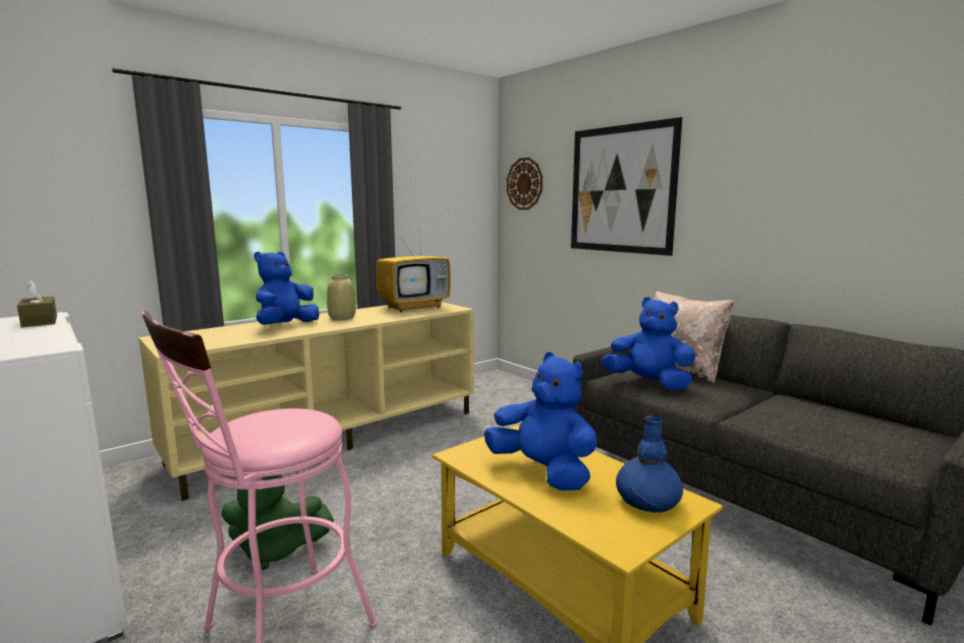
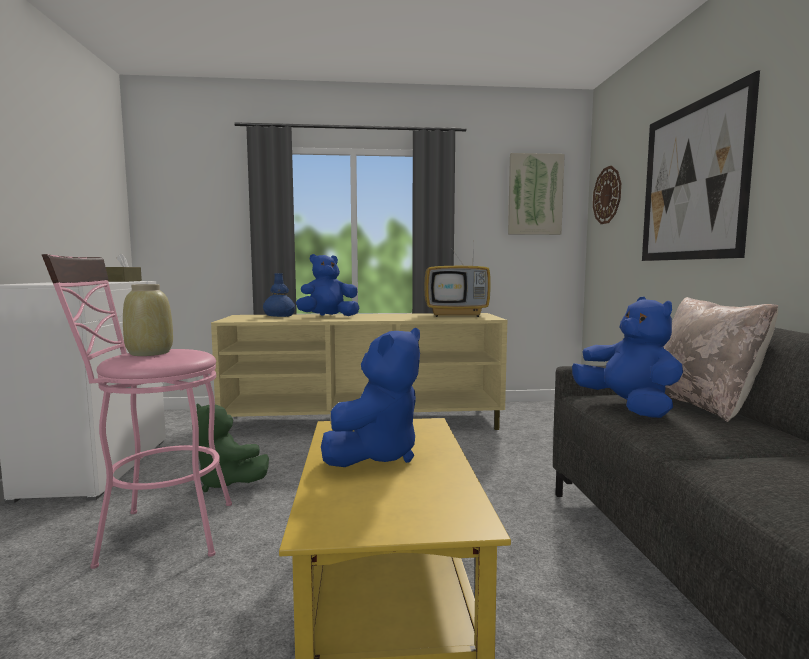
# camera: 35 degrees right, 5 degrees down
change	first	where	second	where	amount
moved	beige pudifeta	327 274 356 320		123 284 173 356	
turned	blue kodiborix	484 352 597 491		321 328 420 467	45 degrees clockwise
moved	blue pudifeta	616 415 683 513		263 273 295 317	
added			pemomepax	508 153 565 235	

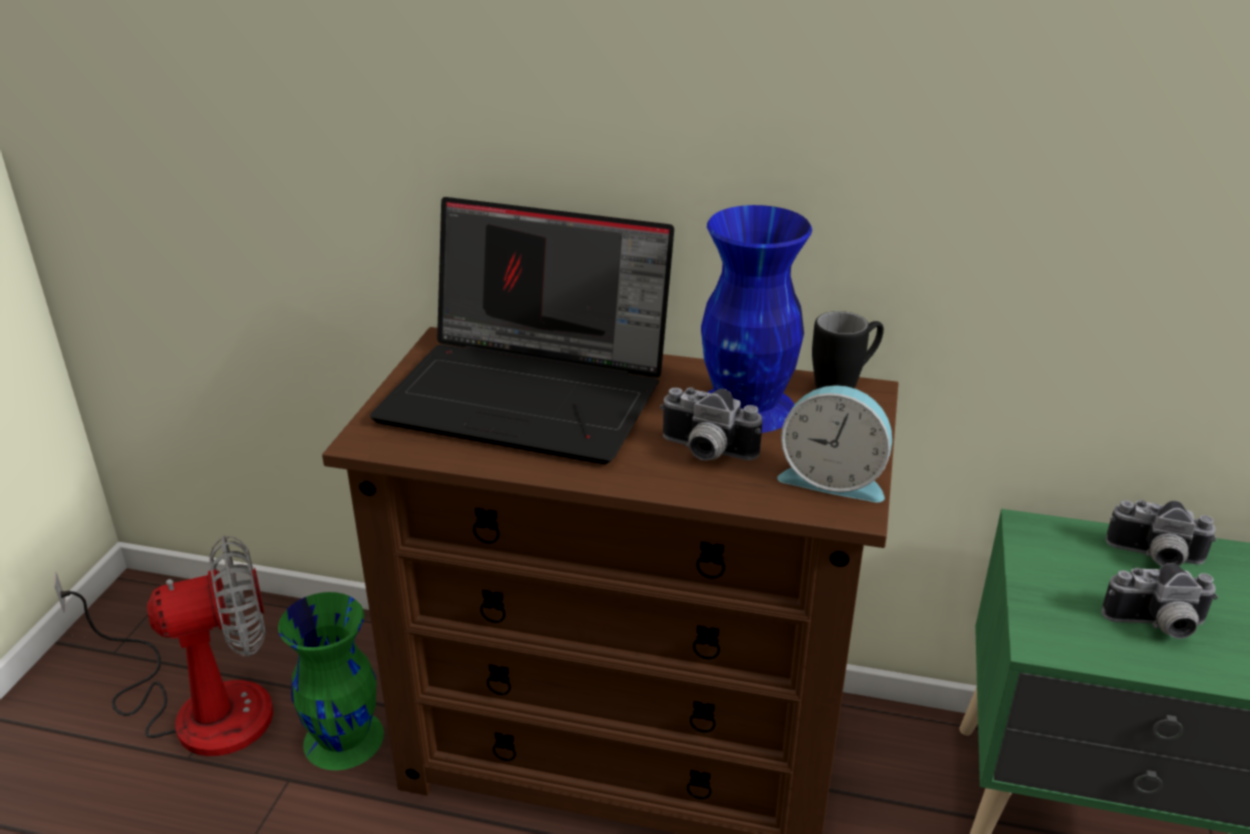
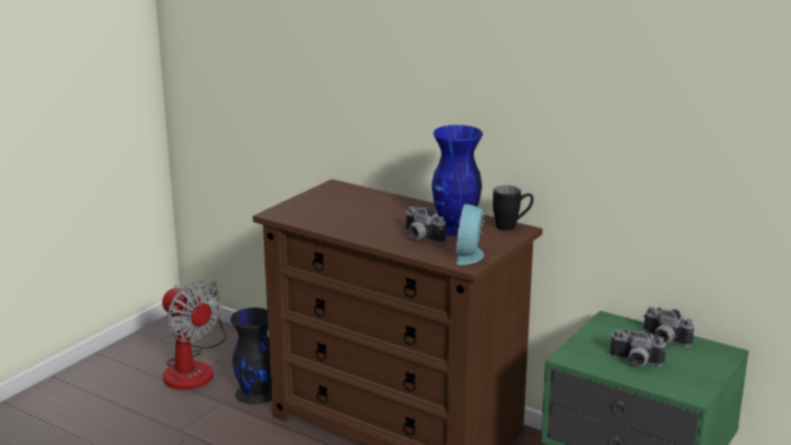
# camera: 20 degrees right, 10 degrees down
change	first	where	second	where	amount
removed	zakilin	370 197 674 464			
turned	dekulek	777 385 892 503		456 204 487 265	60 degrees clockwise
turned	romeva	54 536 273 756		162 281 227 390	45 degrees clockwise
recoloured	green pudifeta	278 592 384 770	black pudifeta	230 308 272 405	

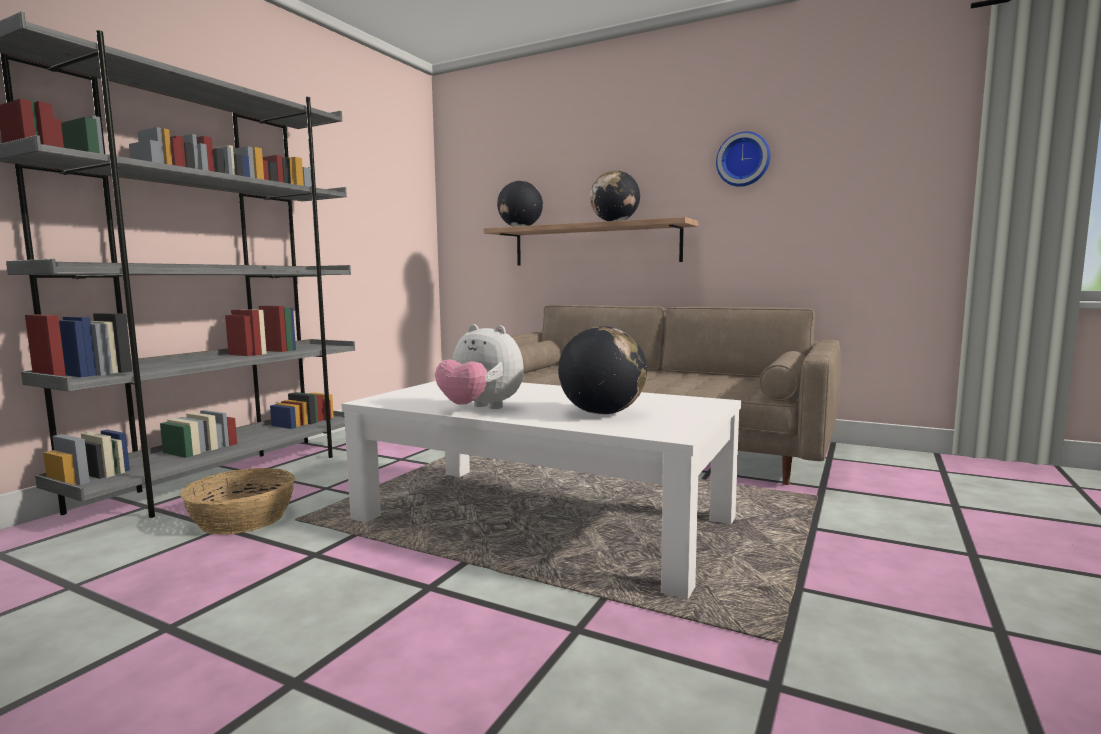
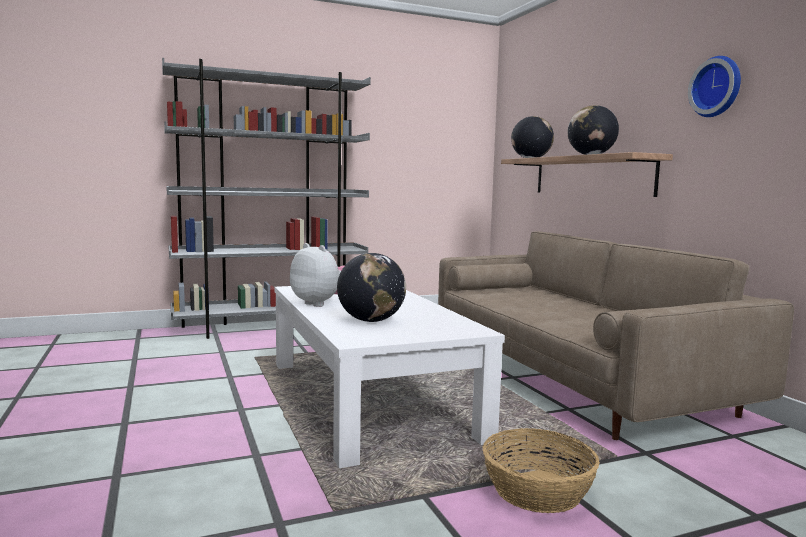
# camera: 40 degrees right, 0 degrees up
change	first	where	second	where	amount
turned	kodiborix	435 324 523 409		290 243 344 307	150 degrees clockwise
moved	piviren	180 468 295 535		482 428 600 513	

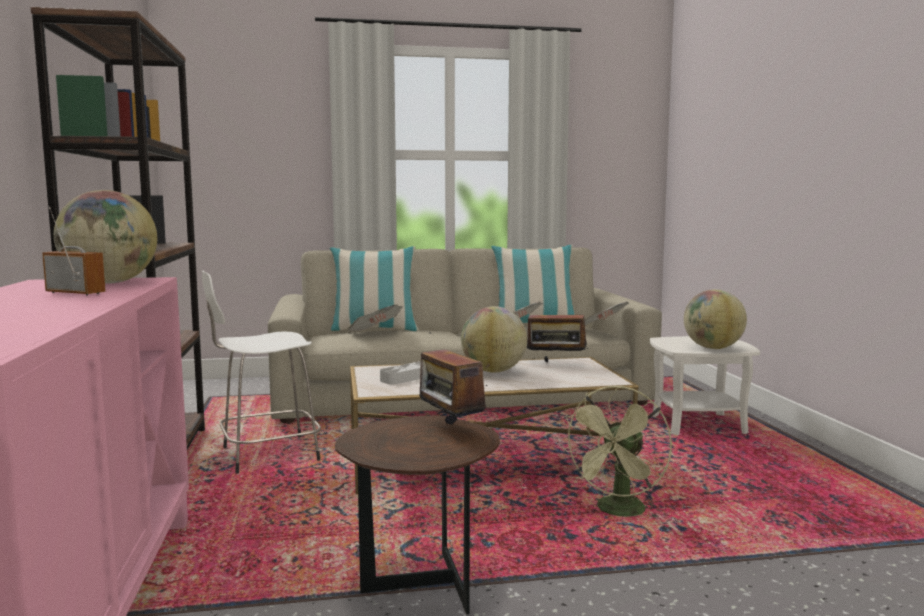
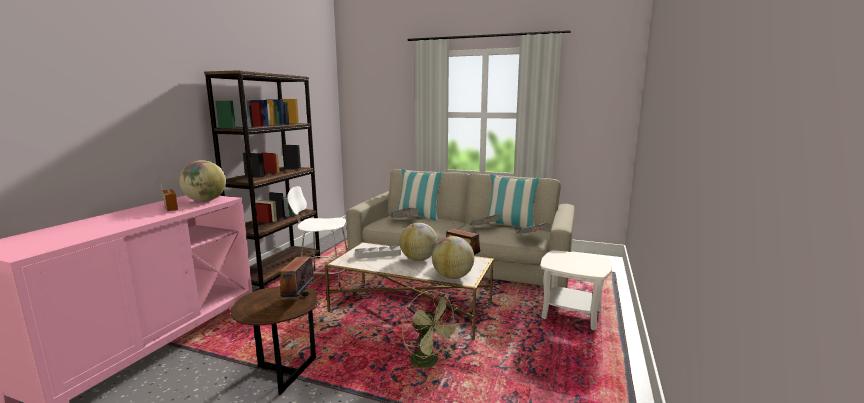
# camera: 30 degrees right, 5 degrees up
change	first	where	second	where	amount
moved	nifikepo	684 289 747 349		432 236 474 279	
turned	green romeva	562 386 672 519		402 290 461 369	105 degrees counterclockwise

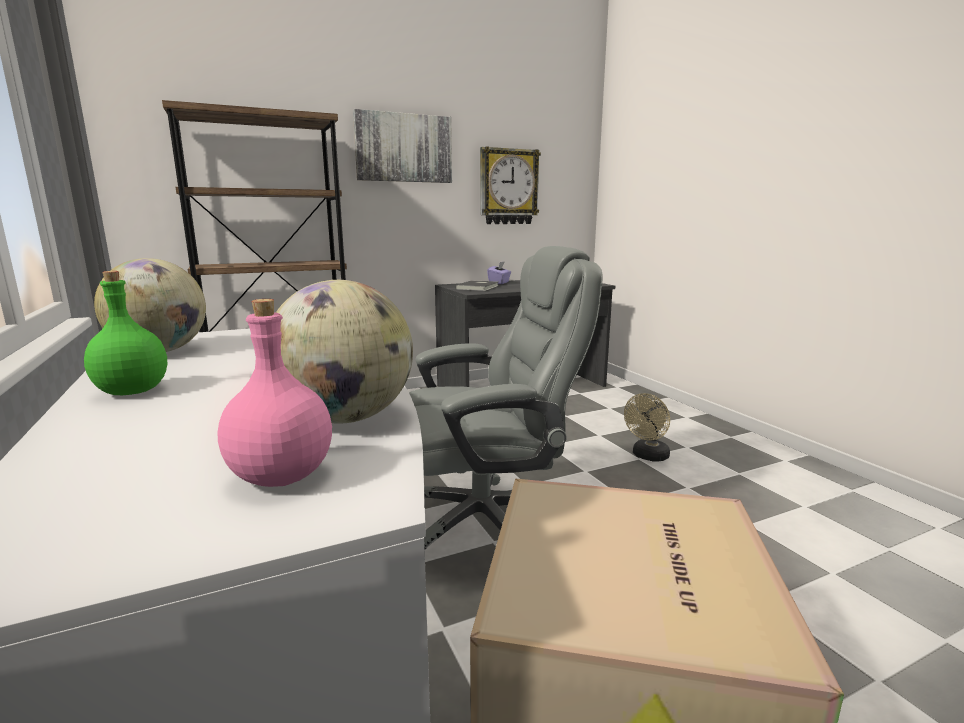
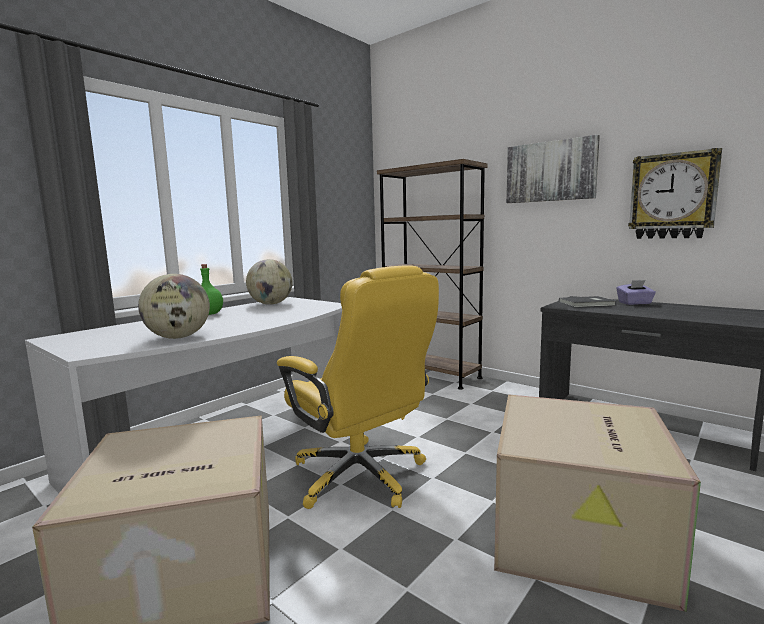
# camera: 65 degrees right, 5 degrees down
change	first	where	second	where	amount
recoloured	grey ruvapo	409 246 603 549	yellow ruvapo	277 265 439 509	
removed	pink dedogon	218 299 332 487			
replaced	beige romeva	624 393 670 461	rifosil	494 394 701 612	

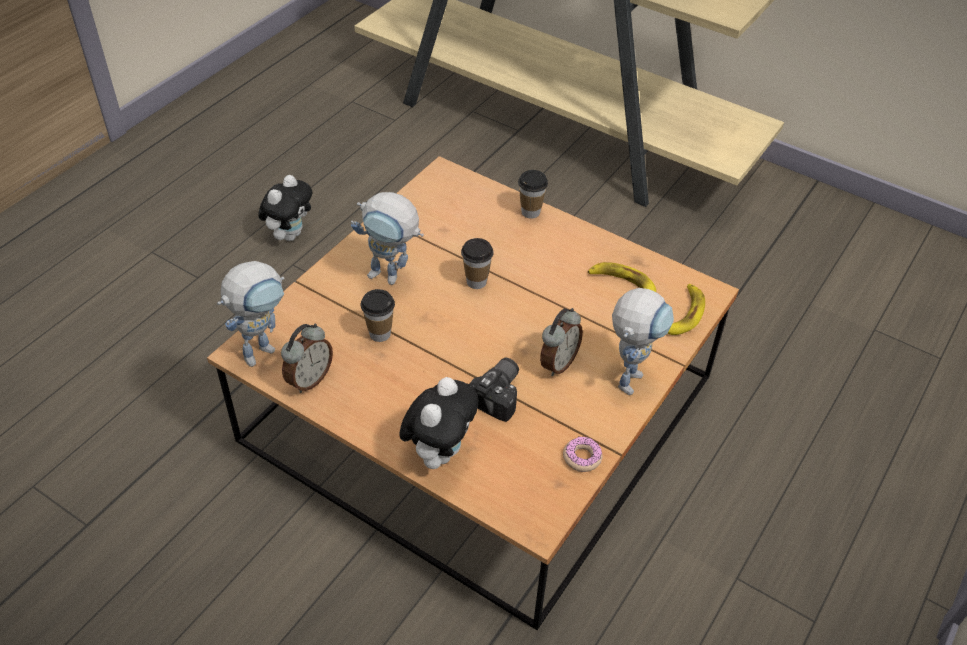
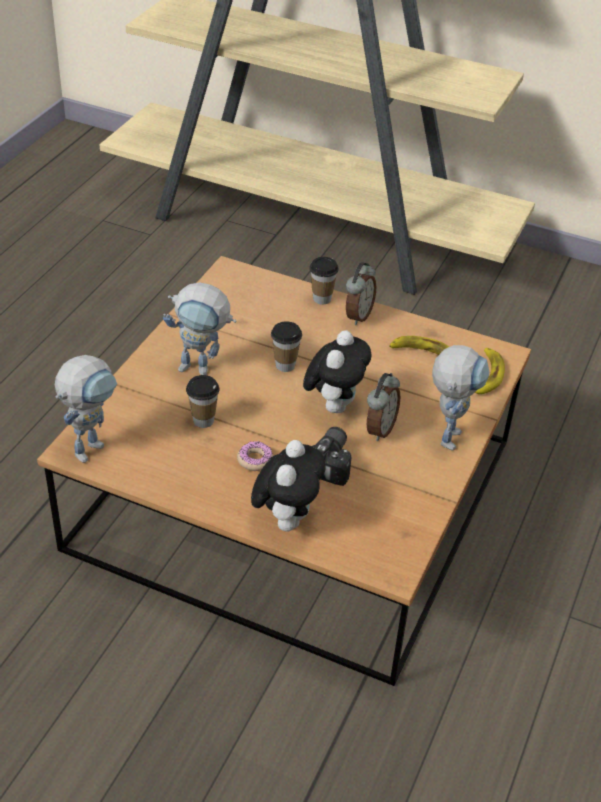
# camera: 10 degrees left, 5 degrees down
change	first	where	second	where	amount
moved	kodiborix	258 175 312 241		303 330 371 413	
moved	dekulek	281 324 333 393		346 262 376 325	
moved	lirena	563 437 602 472		237 441 273 471	

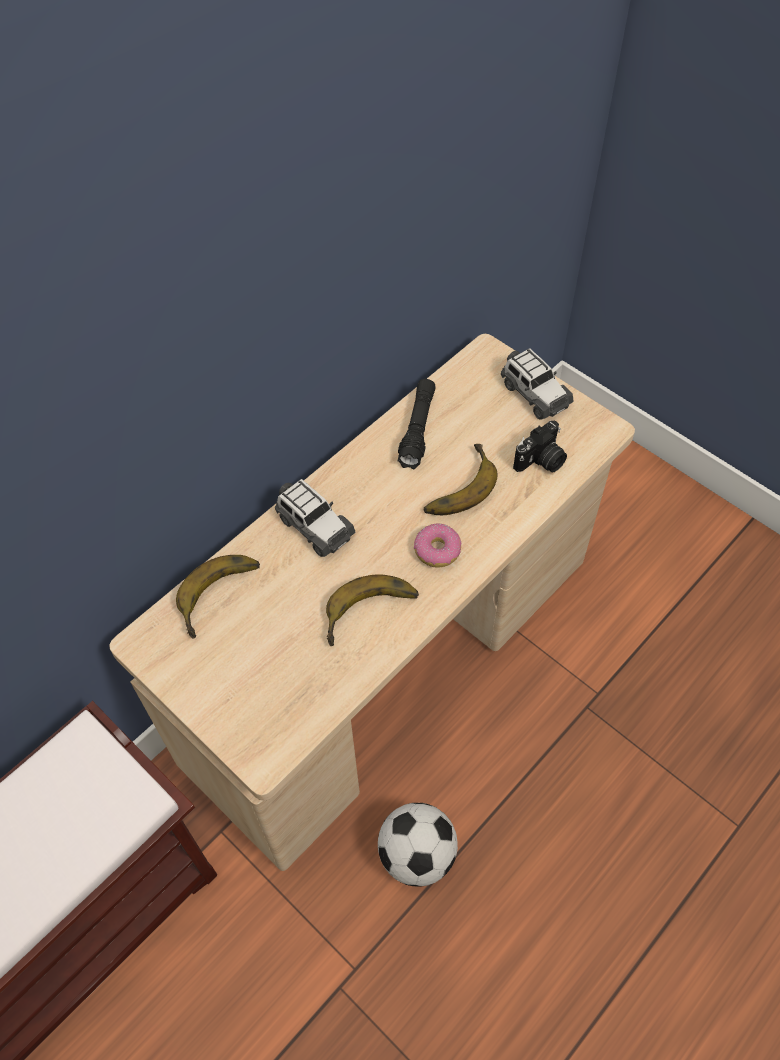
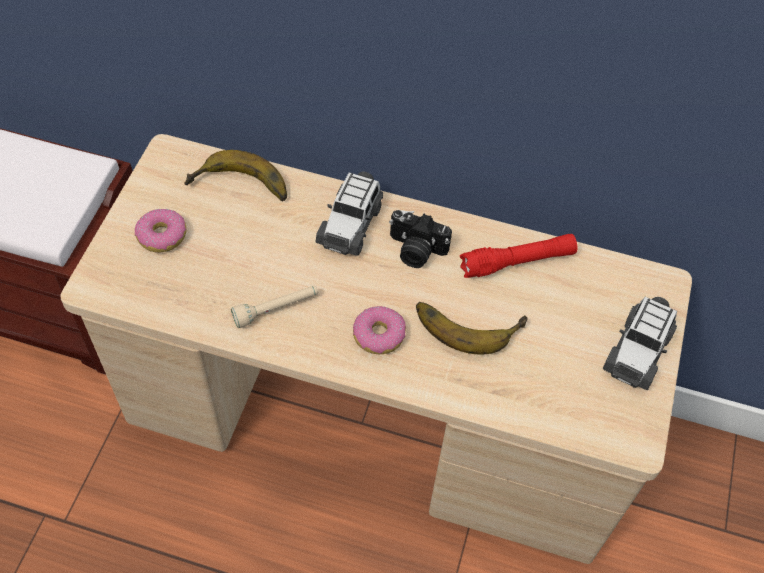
# camera: 60 degrees right, 0 degrees up
change	first	where	second	where	amount
recoloured	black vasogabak	397 379 436 470	red vasogabak	460 234 577 278	
moved	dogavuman	513 421 567 472		389 210 452 268	
replaced	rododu	326 575 419 646	beige vasogabak	231 286 318 328	
removed	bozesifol	378 803 458 887			
added			lirena	135 209 186 253	

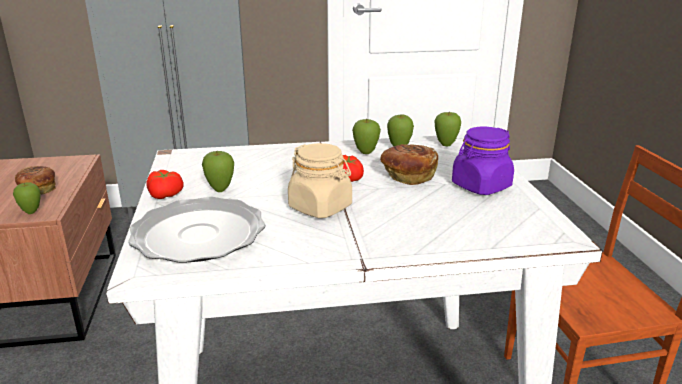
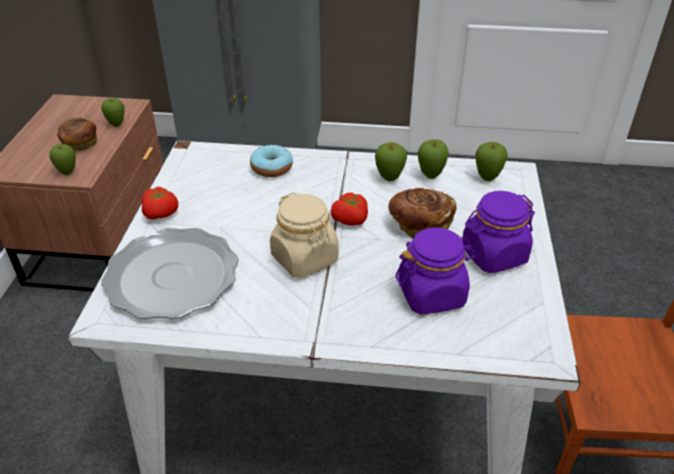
# camera: 15 degrees right, 15 degrees up
change	first	where	second	where	amount
moved	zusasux	202 151 234 192		101 98 124 127	
added			lirena	250 144 293 177	
added			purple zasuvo	396 227 477 315	

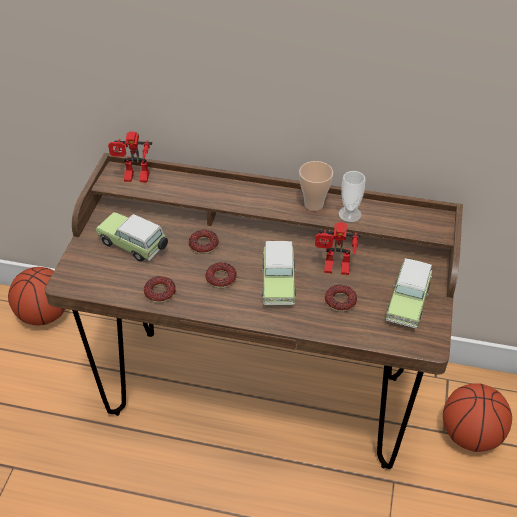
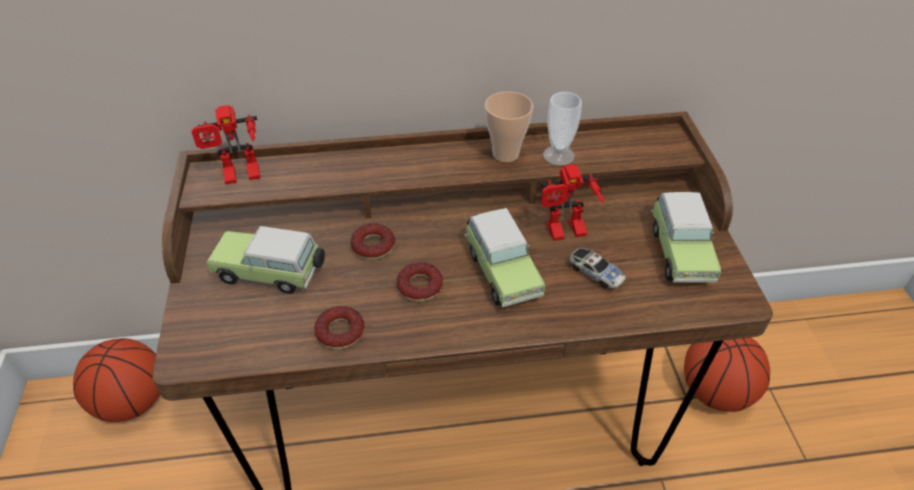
# camera: 20 degrees left, 0 degrees up
change	first	where	second	where	amount
replaced	lirena	325 285 357 312	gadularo	569 248 626 289	

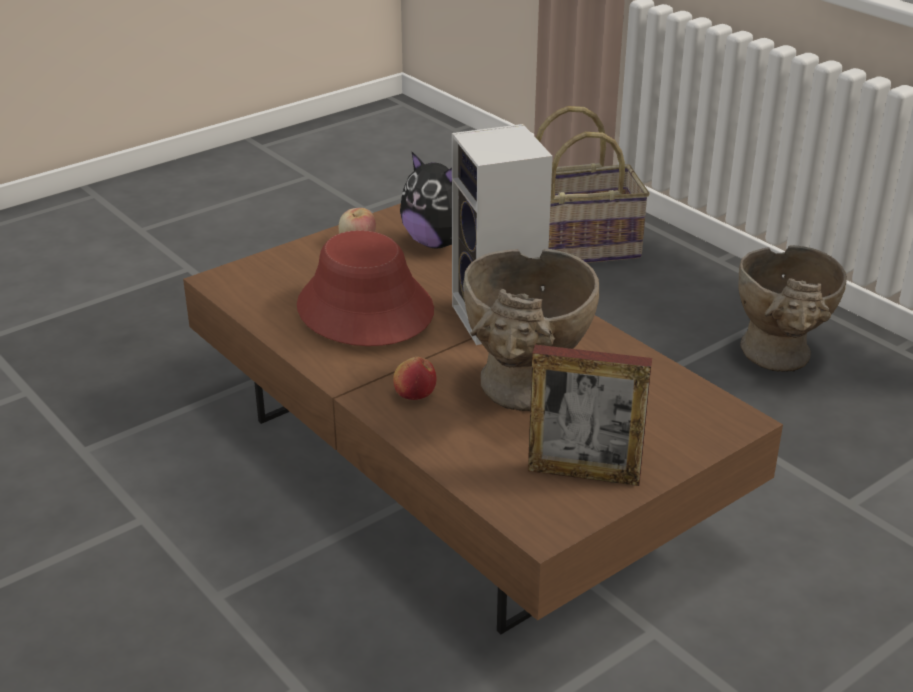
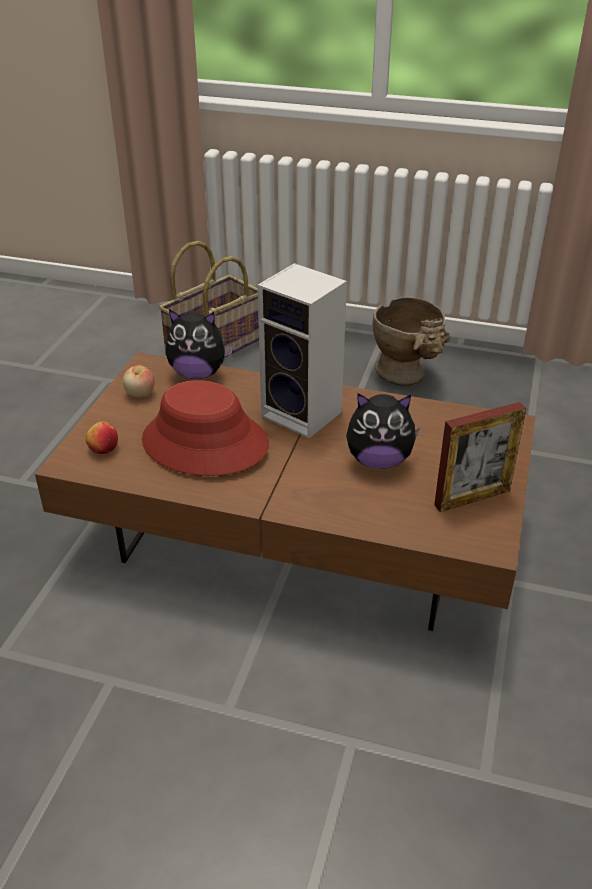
# camera: 35 degrees left, 5 degrees up
change	first	where	second	where	amount
replaced	beige pudifeta	463 249 599 411	kodiborix	346 393 420 469	
moved	zusasux	393 357 437 400		86 422 118 454	

